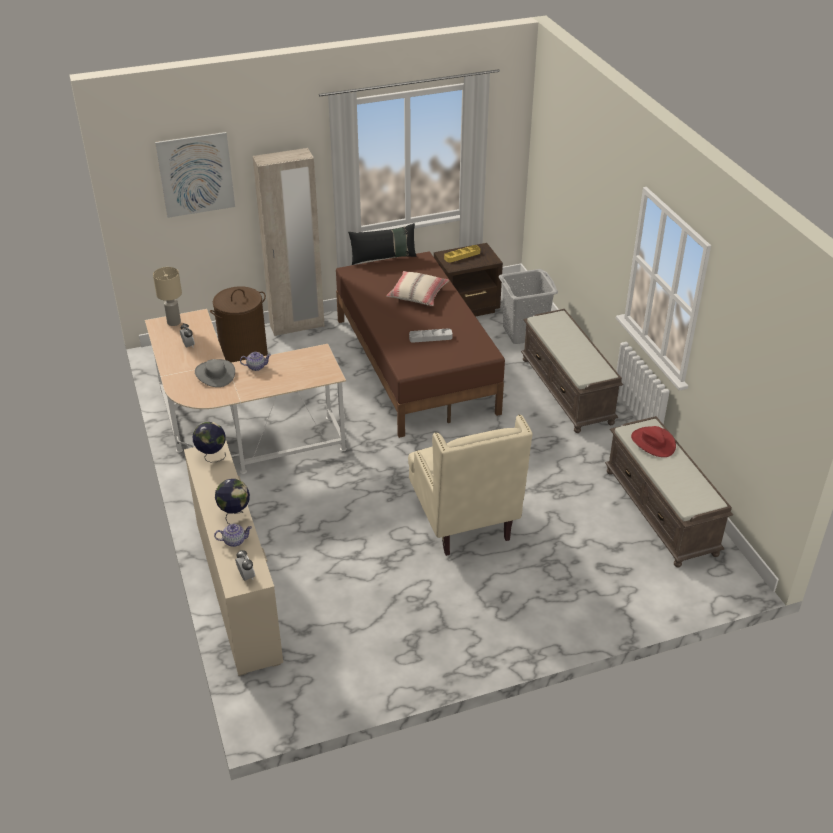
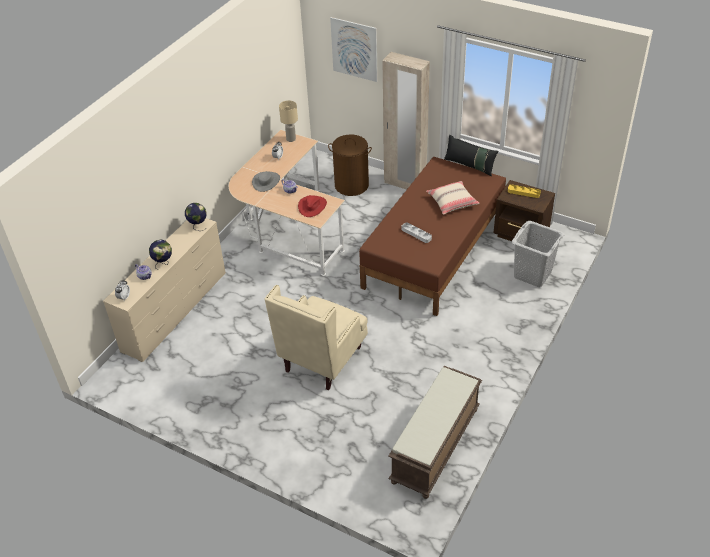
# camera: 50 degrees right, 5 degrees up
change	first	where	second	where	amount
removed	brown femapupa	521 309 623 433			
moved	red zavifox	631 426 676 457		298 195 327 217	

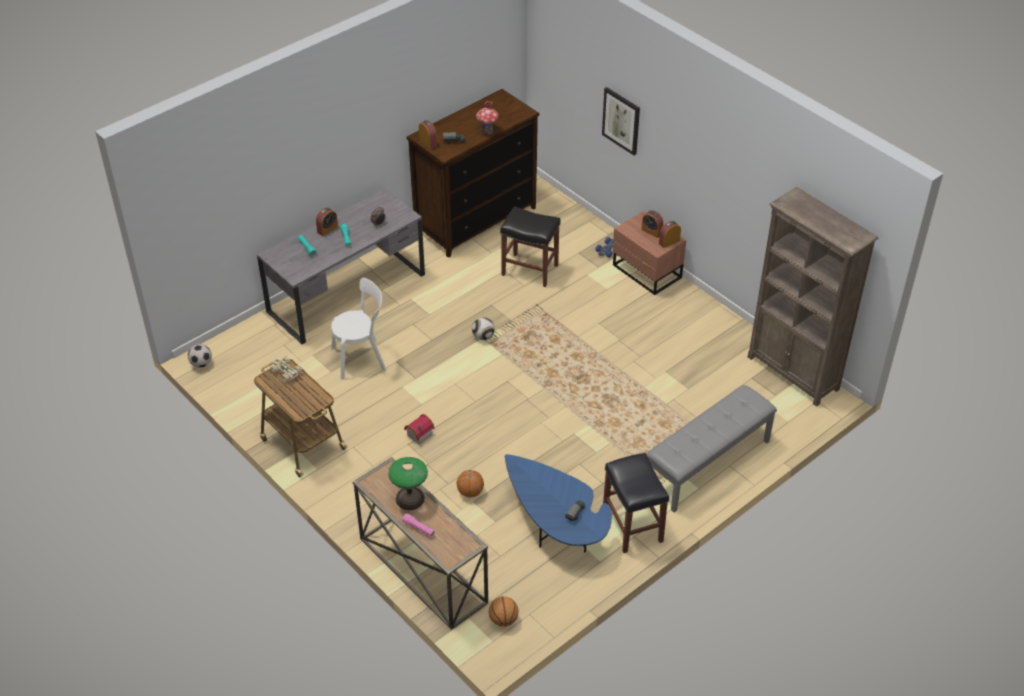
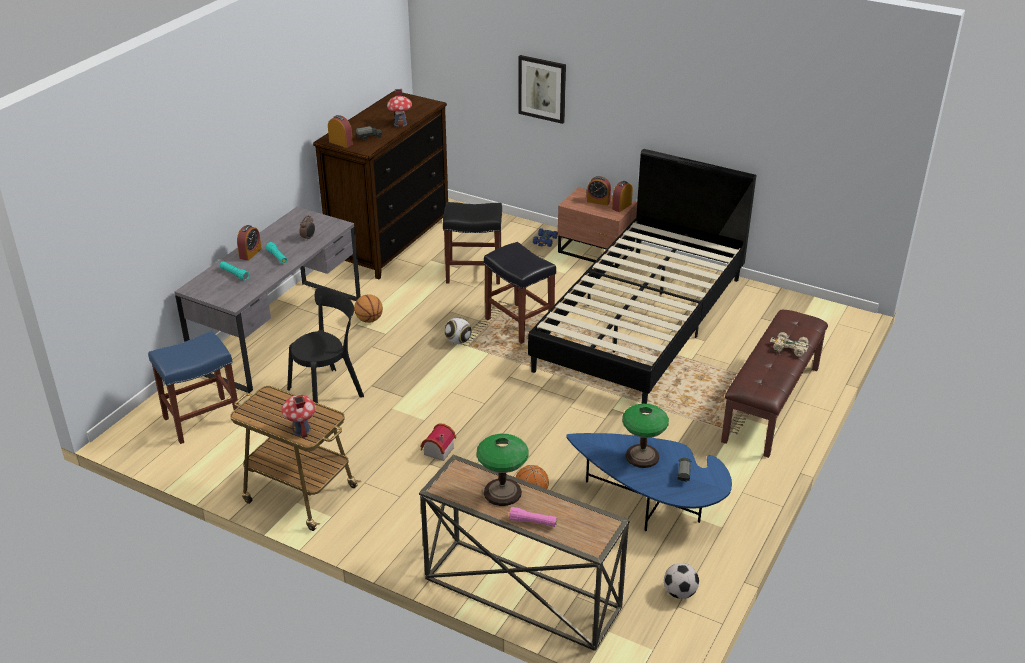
# camera: 20 degrees left, 10 degrees down
change	first	where	second	where	amount
removed	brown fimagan	748 187 878 407			
recoloured	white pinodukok	331 278 386 380	black pinodukok	287 287 364 403	
moved	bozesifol	188 344 212 368		664 563 699 599	
moved	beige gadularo	270 357 302 382		770 332 809 357	
recoloured	grey femapupa	646 385 777 513	brown femapupa	721 310 828 458	
moved	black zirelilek	603 453 669 553		484 242 556 344	
moved	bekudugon	489 596 519 627		354 294 383 323	
added			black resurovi	528 149 756 404	
added			blue zirelilek	148 331 238 444	
added			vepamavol	281 395 316 438	
added			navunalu	622 403 669 468	

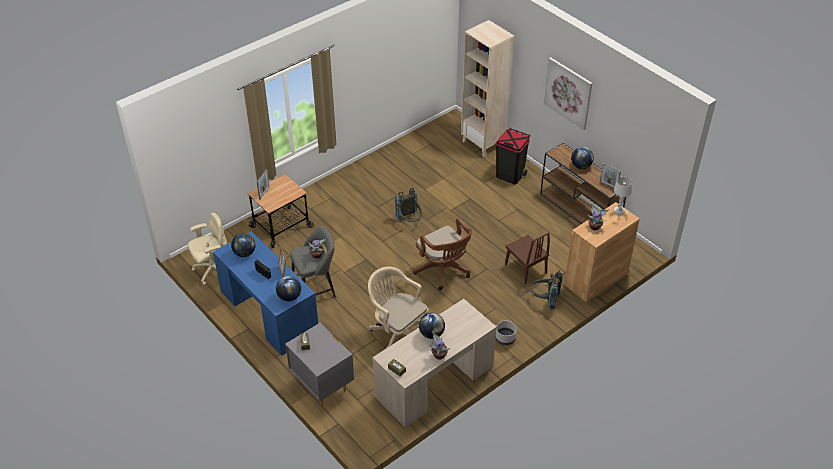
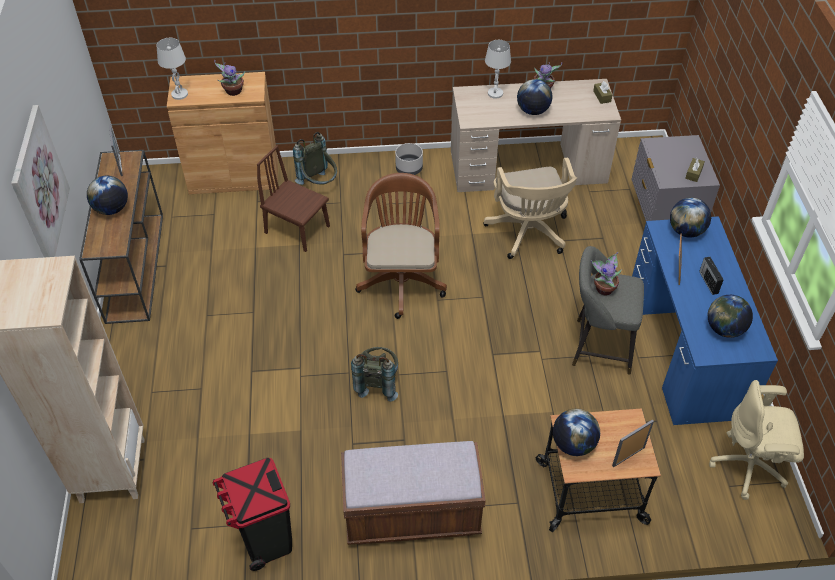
# camera: 145 degrees left, 5 degrees up
change	first	where	second	where	amount
moved	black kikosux	496 128 530 185		213 458 292 571	
turned	brown pinodukok	505 232 550 285		257 145 330 252	60 degrees counterclockwise
added			white navunalu	485 40 511 99	
added			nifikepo	553 409 600 456	
added			brown femapupa	341 441 486 545	

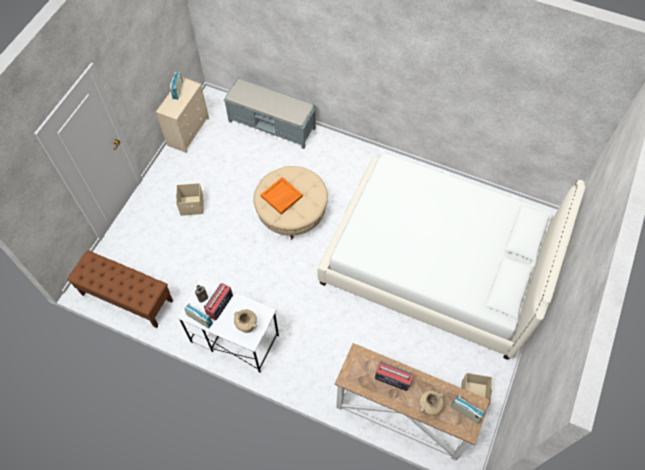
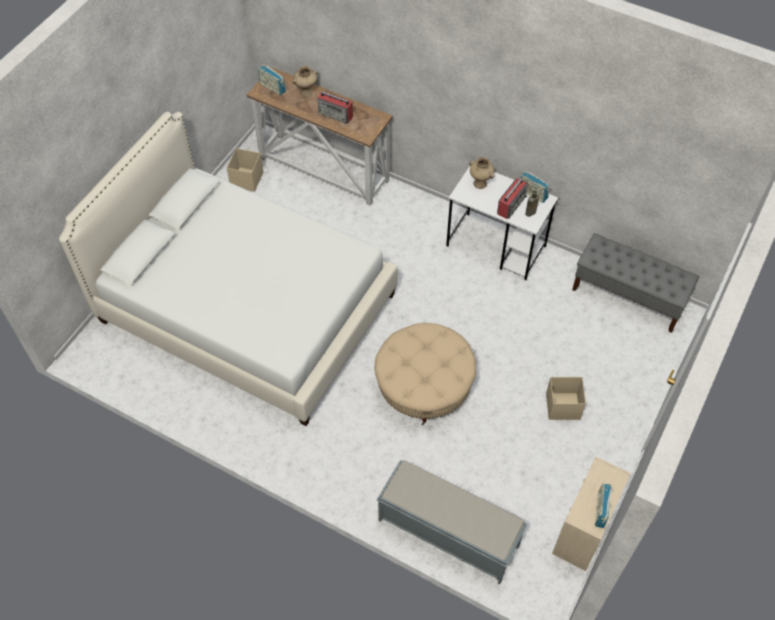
# camera: 175 degrees left, 5 degrees down
change	first	where	second	where	amount
removed	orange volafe	261 177 303 215			
recoloured	brown femapupa	67 250 173 328	grey femapupa	572 233 699 333	

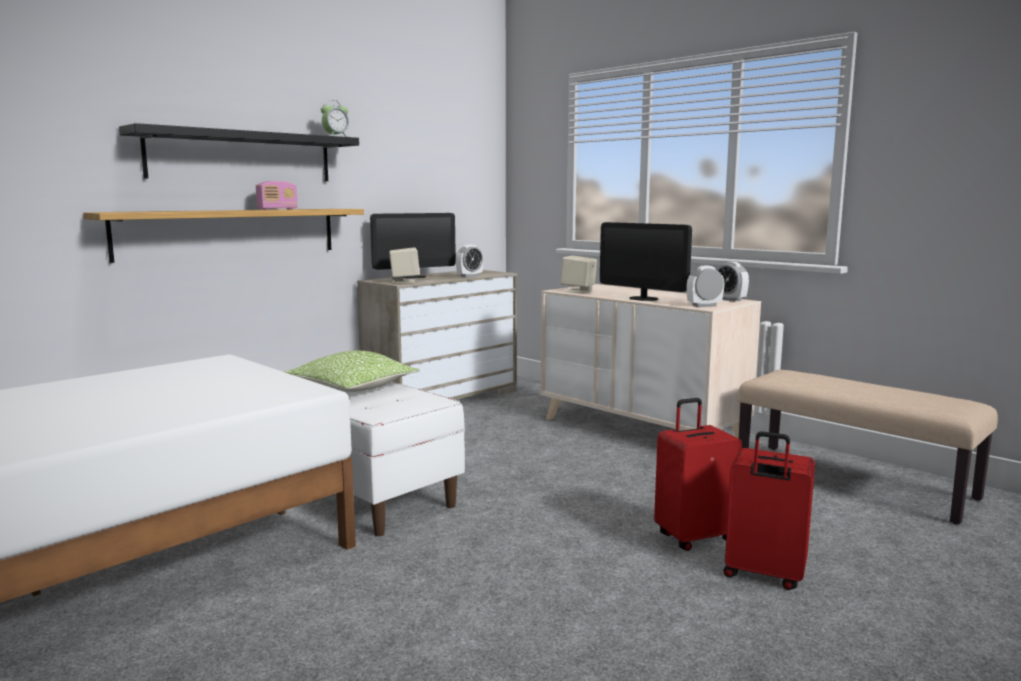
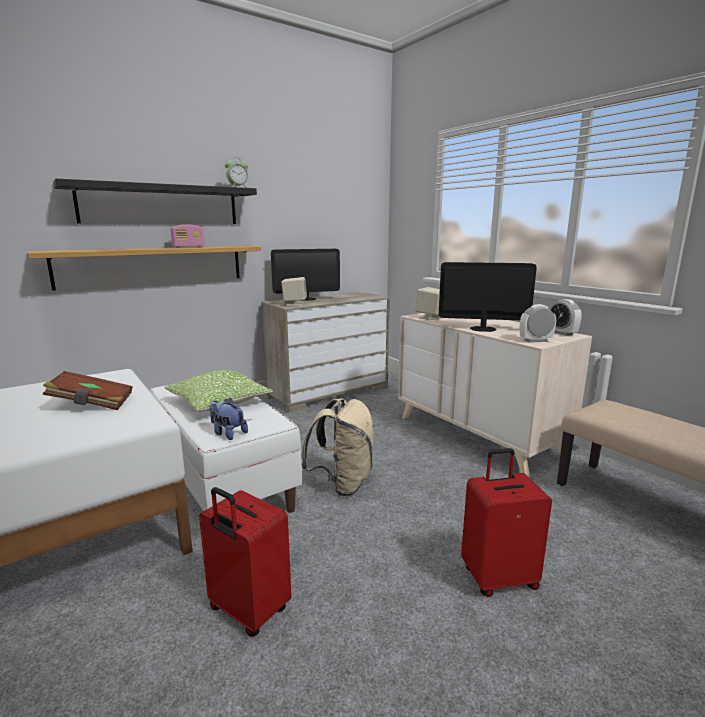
# camera: 10 degrees right, 5 degrees up
change	first	where	second	where	amount
turned	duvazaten	600 222 692 301		439 262 537 332	135 degrees clockwise
removed	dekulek	456 244 484 277			
moved	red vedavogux	723 431 815 590		199 487 292 637	
added			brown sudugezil	43 371 132 410	
added			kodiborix	209 398 248 440	
added			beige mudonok	302 398 374 496	

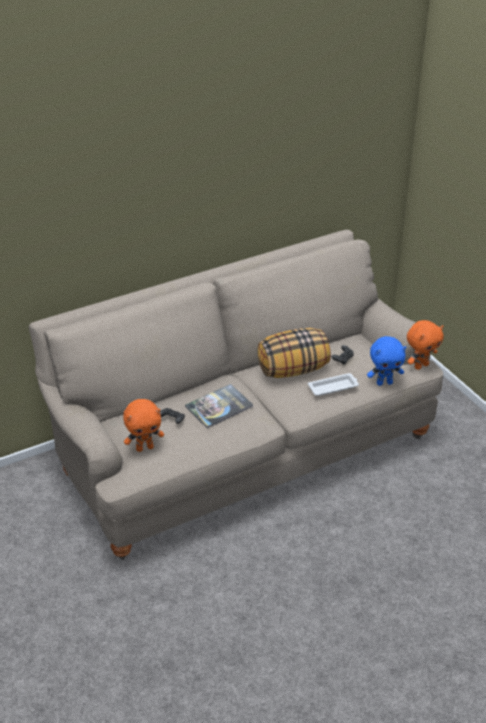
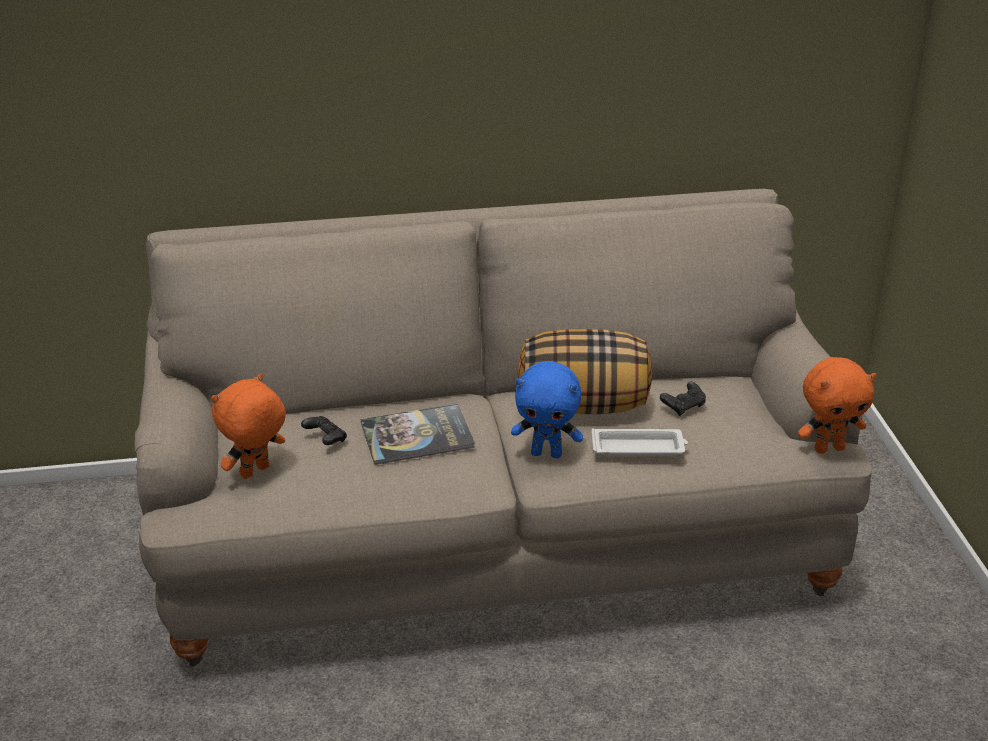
# camera: 20 degrees right, 5 degrees down
change	first	where	second	where	amount
moved	blue kodiborix	367 336 406 386		511 361 583 458	
turned	orange kodiborix	123 399 164 452		211 374 286 479	135 degrees clockwise

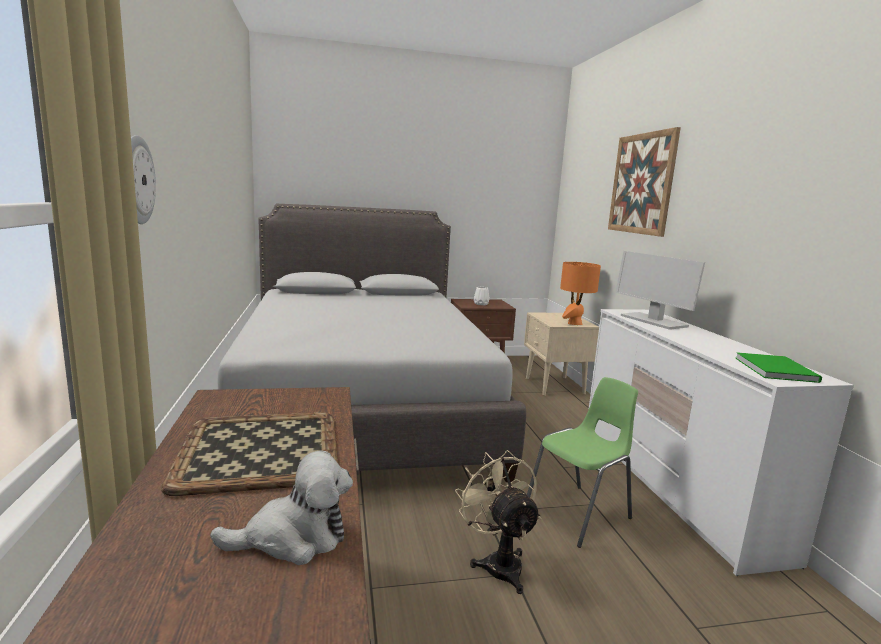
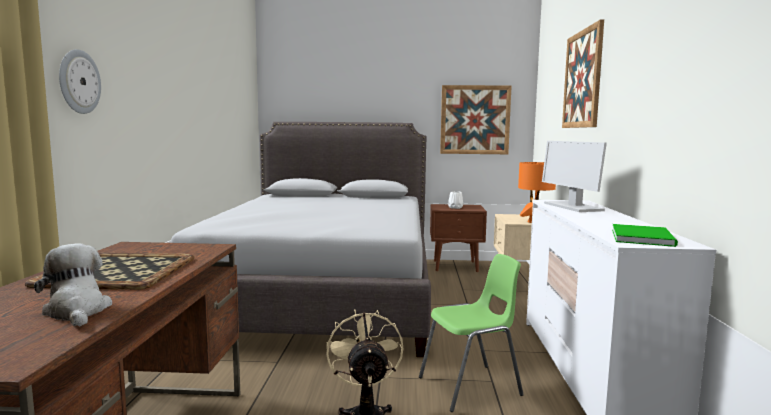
# camera: 15 degrees right, 5 degrees down
change	first	where	second	where	amount
turned	kodiborix	210 450 353 565		34 243 112 326	120 degrees counterclockwise
added			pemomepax	440 85 512 154	

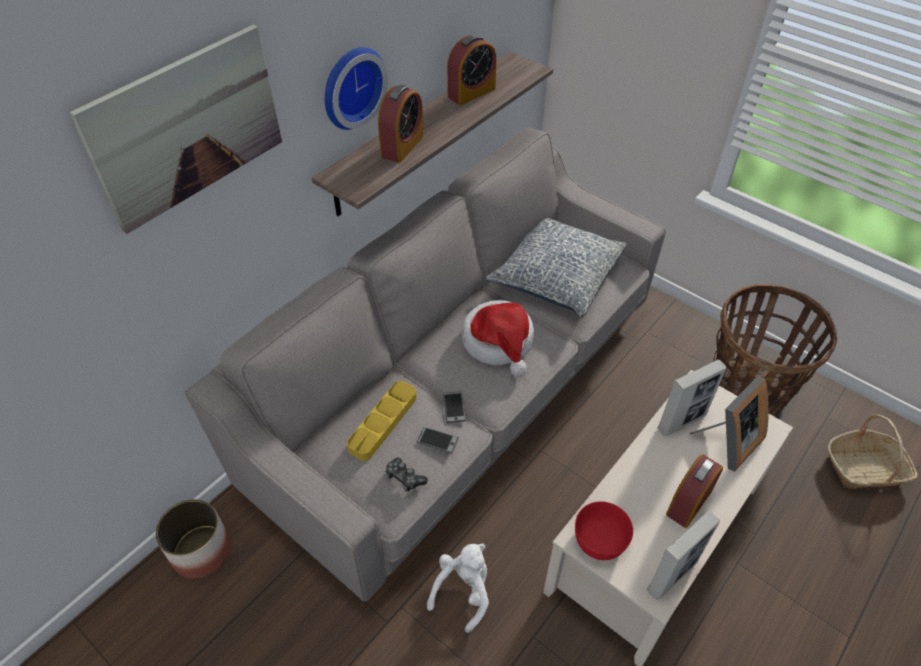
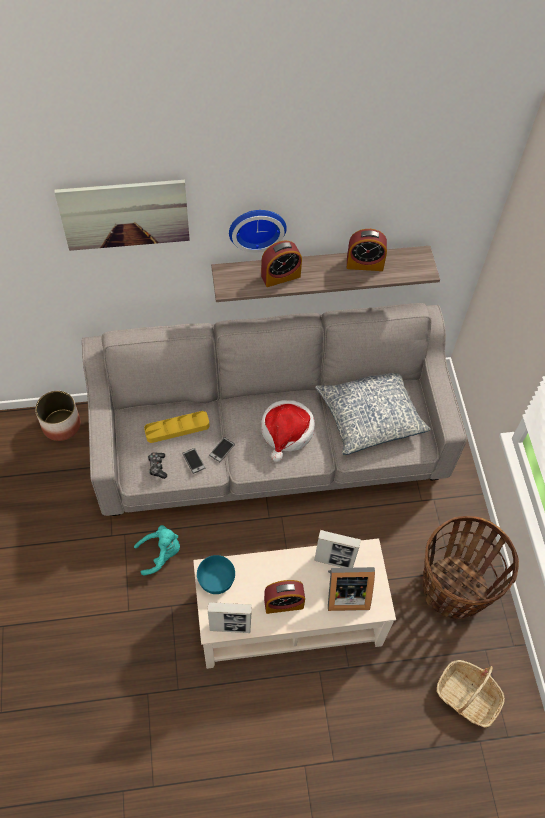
# camera: 40 degrees right, 10 degrees up
change	first	where	second	where	amount
recoloured	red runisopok	575 501 633 560	turquoise runisopok	197 555 235 594	
recoloured	white kodiborix	427 544 489 633	turquoise kodiborix	134 525 180 575	

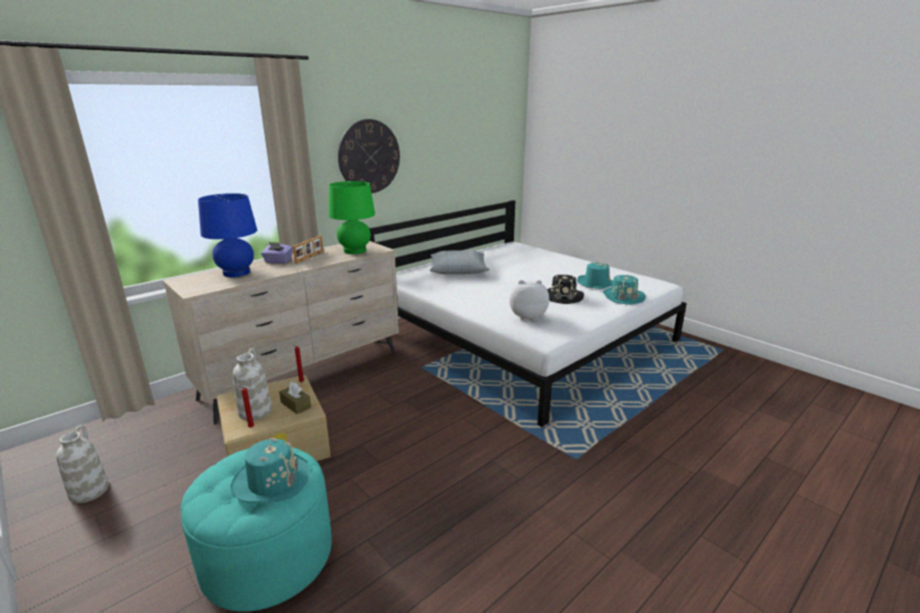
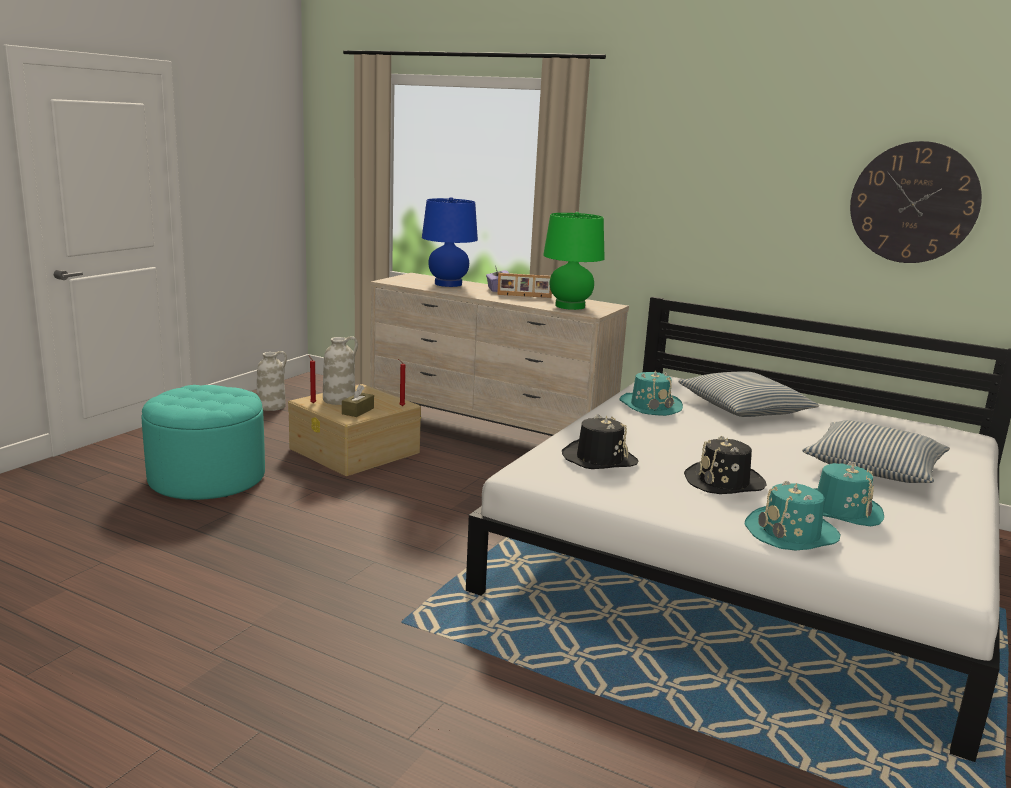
# camera: 70 degrees right, 5 degrees down
change	first	where	second	where	amount
moved	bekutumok	338 119 400 193		850 141 982 263	
replaced	kodiborix	509 280 549 321	black zavifox	562 415 639 469	
moved	turquoise zavifox	231 438 309 502		619 370 683 416	
added			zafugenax	802 420 950 483	

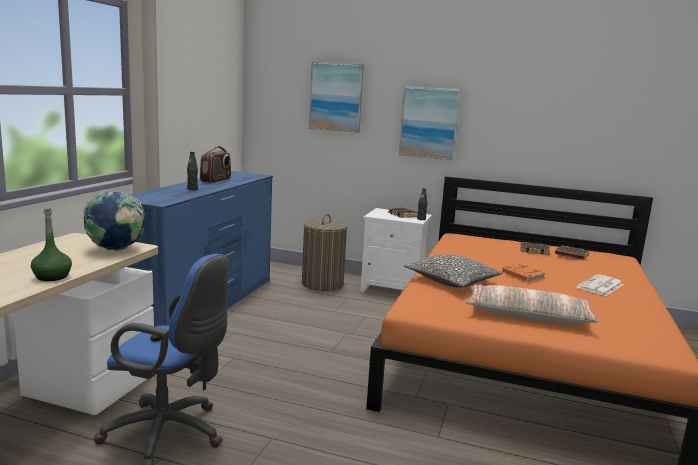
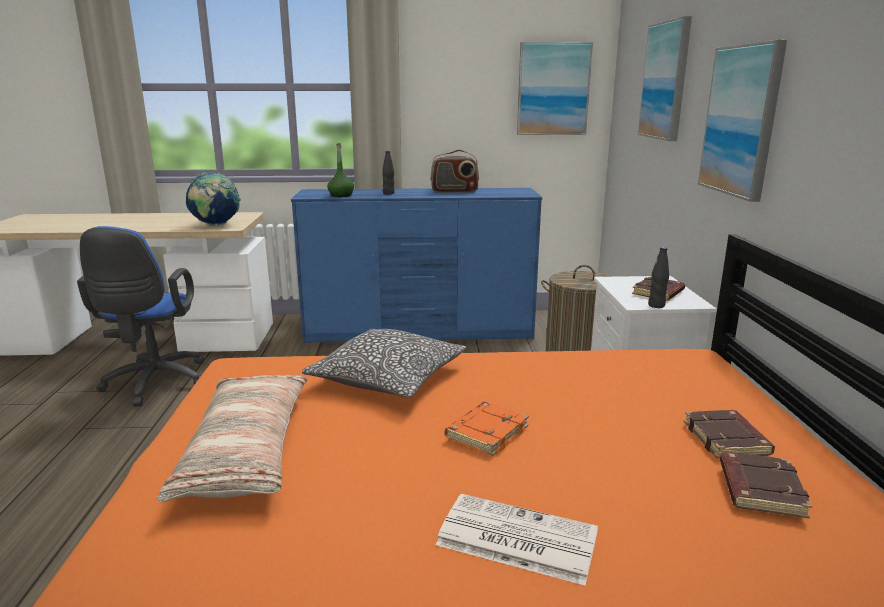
# camera: 70 degrees right, 5 degrees up
change	first	where	second	where	amount
moved	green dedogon	31 208 72 281		327 143 354 197	
added			pemomepax	517 42 593 135	

